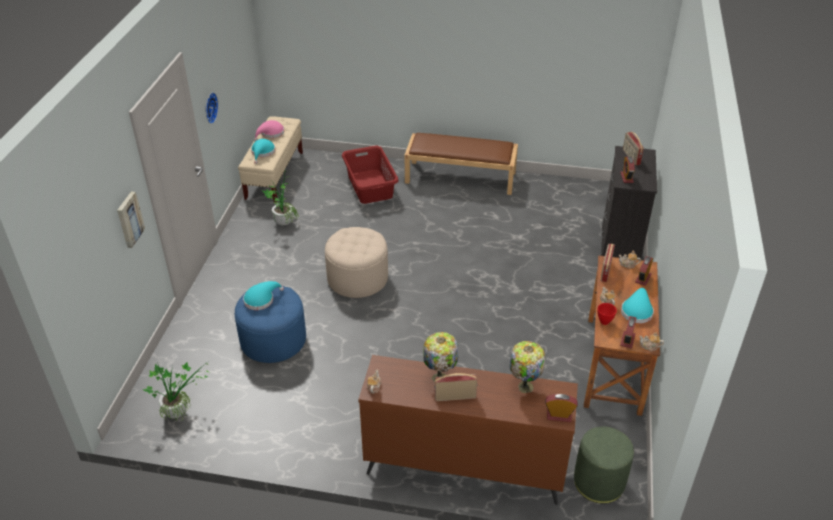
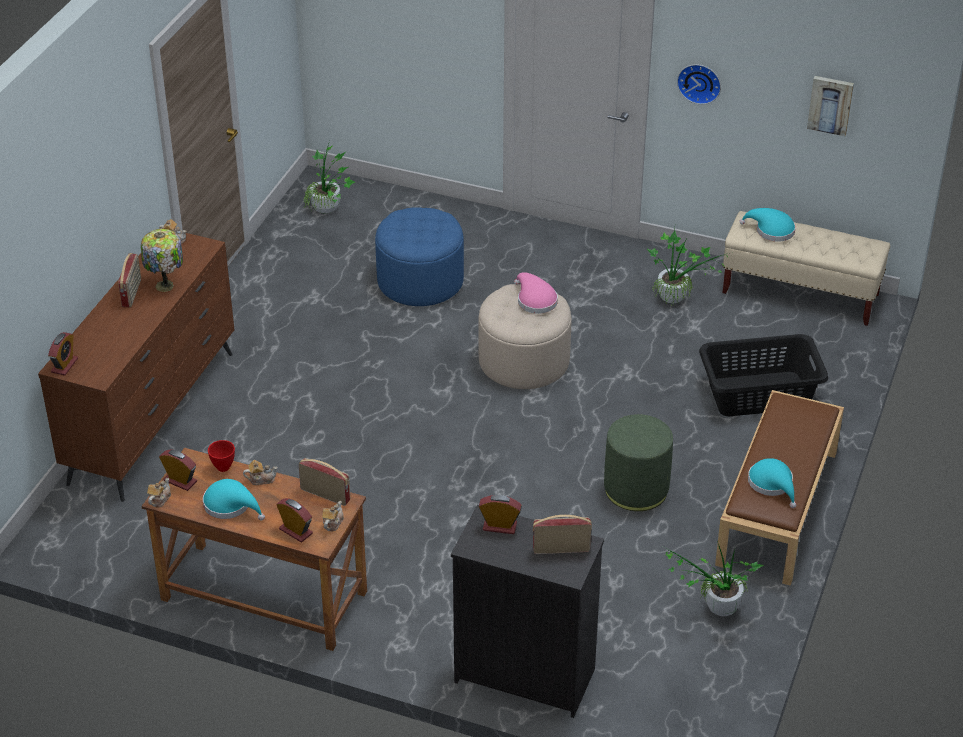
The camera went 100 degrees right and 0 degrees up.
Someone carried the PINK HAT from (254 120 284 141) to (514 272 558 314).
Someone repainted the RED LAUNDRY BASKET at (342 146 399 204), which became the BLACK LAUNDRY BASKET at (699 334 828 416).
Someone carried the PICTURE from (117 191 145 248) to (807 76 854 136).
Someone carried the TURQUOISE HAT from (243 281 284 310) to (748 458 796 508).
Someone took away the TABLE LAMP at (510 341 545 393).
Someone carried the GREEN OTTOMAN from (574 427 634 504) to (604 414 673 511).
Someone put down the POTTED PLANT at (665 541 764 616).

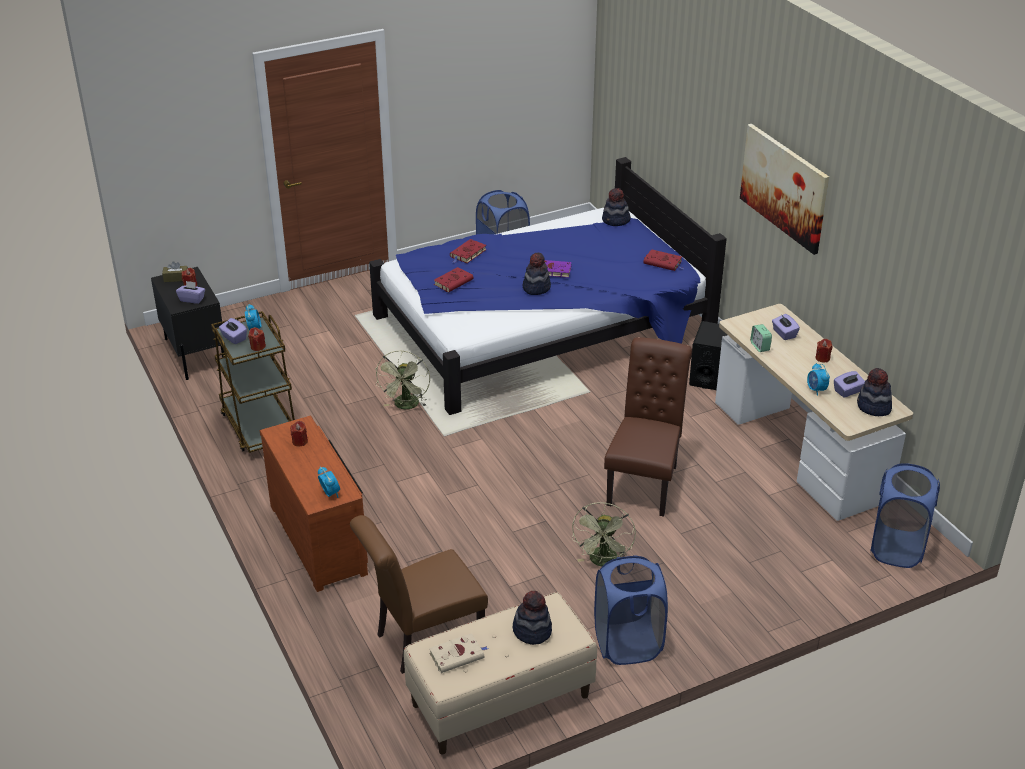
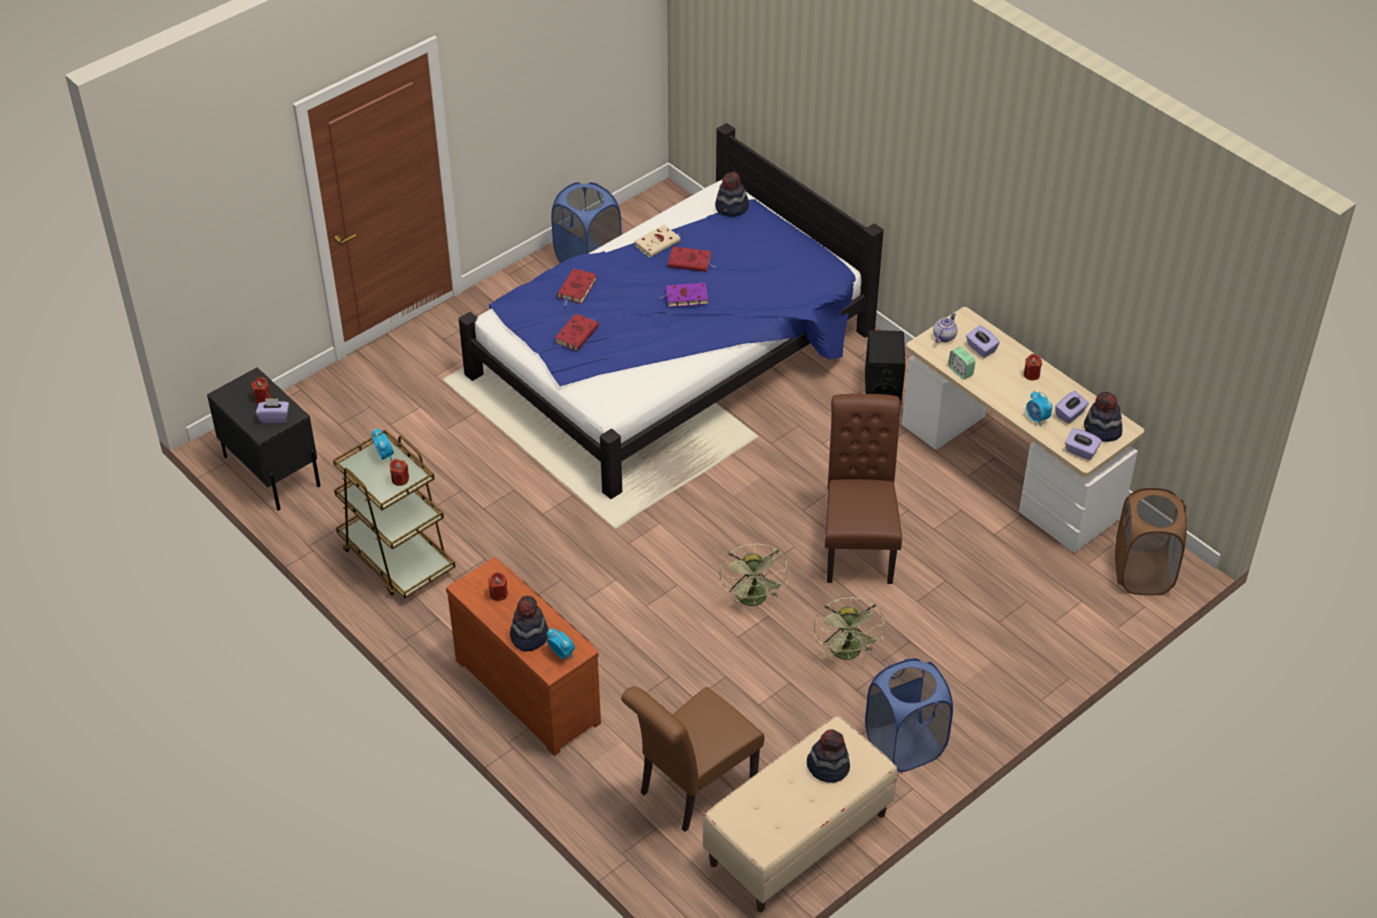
The camera went 15 degrees left and 10 degrees up.
Someone took away the PICTURE at (740 124 829 255).
Someone carried the RED BOOK from (643 249 684 271) to (668 247 716 272).
Someone carried the HAT from (523 253 551 295) to (510 596 548 652).
Someone took away the BROWN TISSUE BOX at (162 261 188 282).
Someone carried the PURPLE TISSUE BOX from (219 318 247 344) to (1065 428 1102 460).
Someone carried the GREEN FAN from (375 351 430 409) to (719 544 788 606).
Someone repainted the BLUE LAUNDRY BASKET at (870 463 940 568), which became the BROWN LAUNDRY BASKET at (1115 488 1187 595).
Someone carried the BEIGE BOOK from (429 633 488 673) to (634 225 681 258).
Someone put down the TEAPOT at (933 312 957 343).

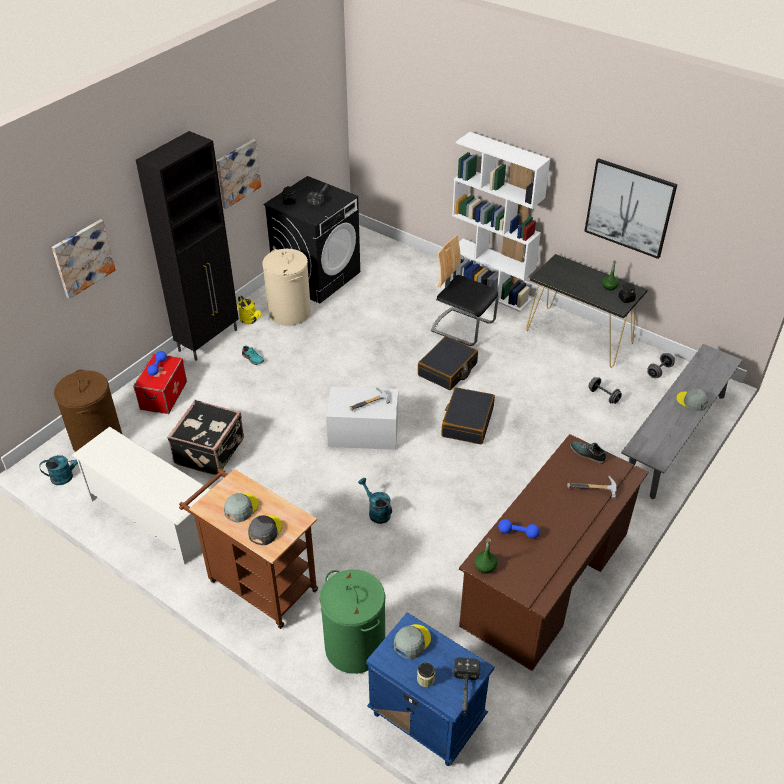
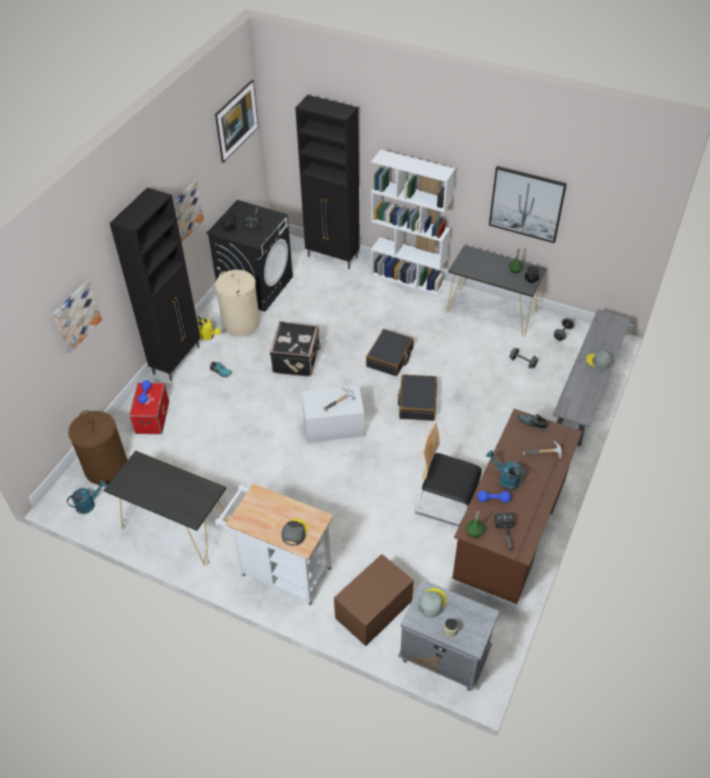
The camera went 10 degrees left and 5 degrees up.
Someone carried the CHAIR from (431 235 499 346) to (415 422 482 526).
Someone carried the BLACK SUITCASE from (167 400 244 475) to (270 321 321 377).
Someone swapped the WHITE SHOE RACK at (71 427 211 565) for the BLACK CONSOLE TABLE at (104 450 228 566).
Someone repainted the BROWN CART at (179 469 318 629), which became the WHITE CART at (215 484 334 606).
Someone carried the TURQUOISE WATERING CAN from (358 478 392 524) to (486 450 526 490).
Someone took away the GREY CAP at (224 493 259 522).
Someone swapped the GREEN LAUNDRY BASKET at (320 569 385 674) for the BROWN STORAGE BOX at (334 554 414 646).
Someone repainted the BLUE NIGHTSTAND at (366 612 494 766), which became the GREY NIGHTSTAND at (398 580 500 691).
Someone carried the HAMMER from (454 657 480 715) to (494 513 515 552).
Someone put up the PICTURE at (215 80 259 163).
Someone put down the BLACK CABINET at (295 95 360 269).

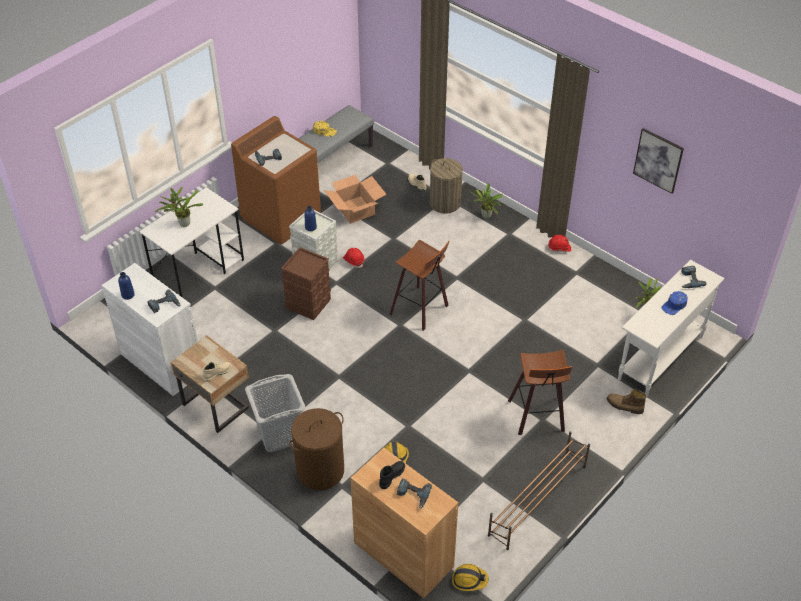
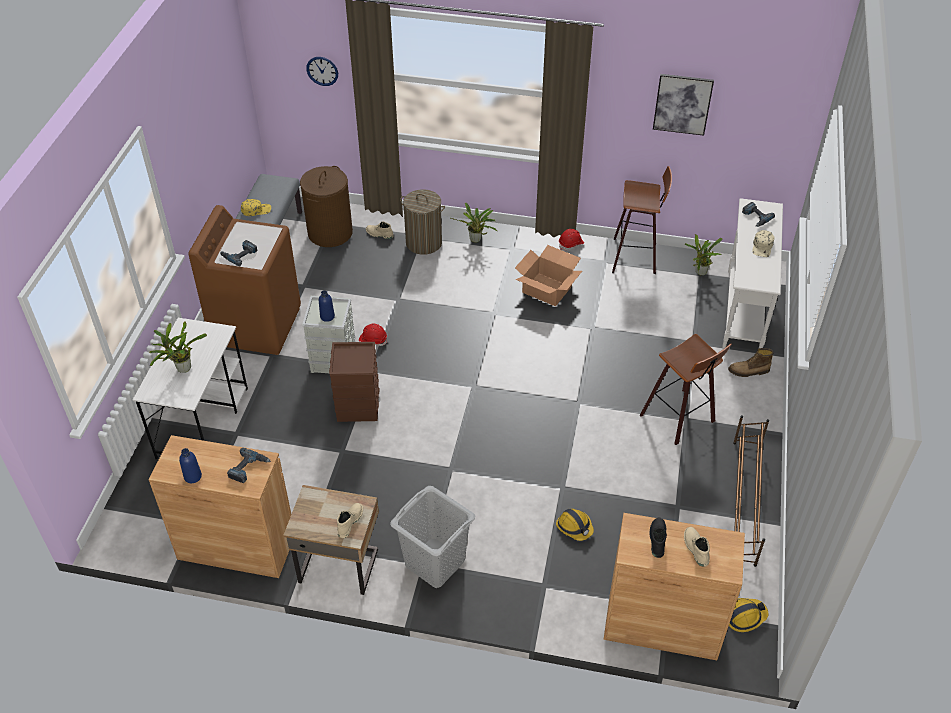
The camera went 30 degrees left and 0 degrees up.
Someone carried the CARDBOARD BOX from (325 175 387 224) to (515 245 582 306).
Someone carried the STOOL from (389 240 450 331) to (612 166 672 274).
Someone repainted the WHITE CABINET at (102 263 198 396), which became the BROWN CABINET at (149 435 291 578).
Someone repainted the BLUE CAP at (661 291 688 315), which became the BEIGE CAP at (752 230 775 257).
Someone carried the BROWN LAUNDRY BASKET from (289 408 344 490) to (300 166 353 247).
Someone swapped the POWER DRILL at (397 478 432 509) for the BEIGE BOOT at (684 527 710 567).
Someone put up the WALL CLOCK at (306 57 338 86).

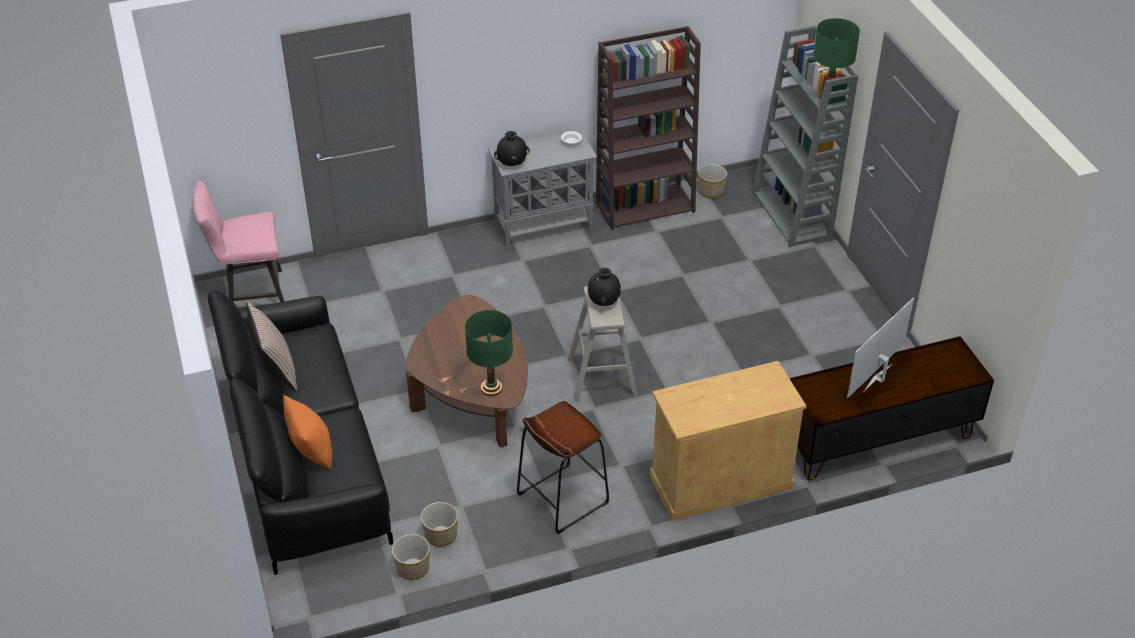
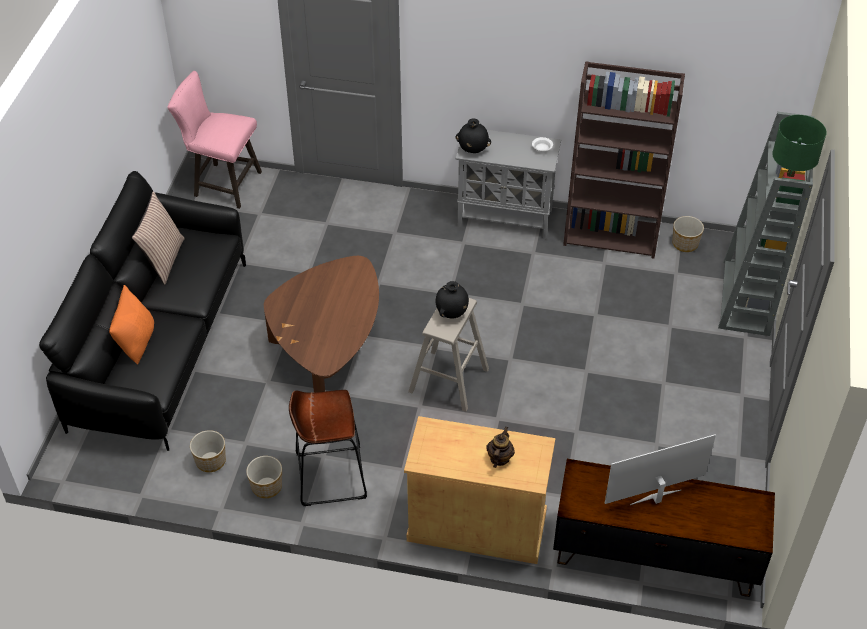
The camera went 30 degrees right and 5 degrees up.
Someone took away the GREEN TABLE LAMP at (465 310 513 396).
Someone carried the PLANTER from (392 534 430 580) to (246 456 282 498).
Someone put down the TEAPOT at (486 427 515 468).

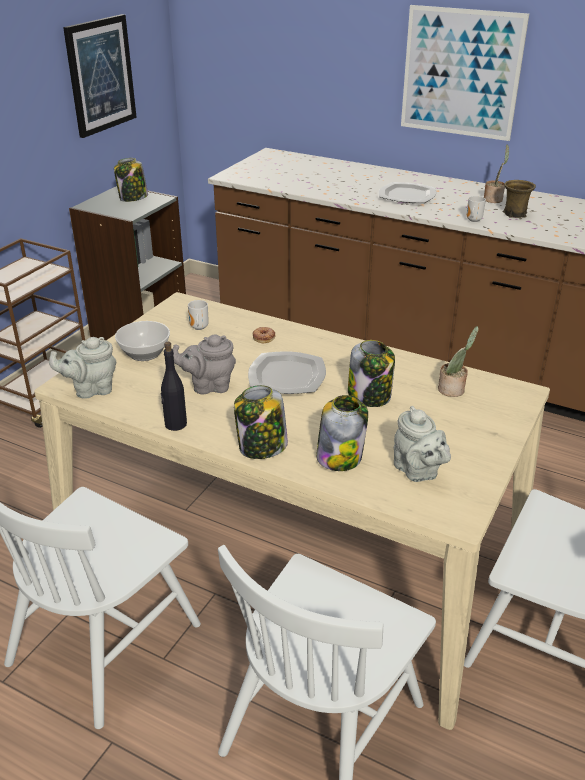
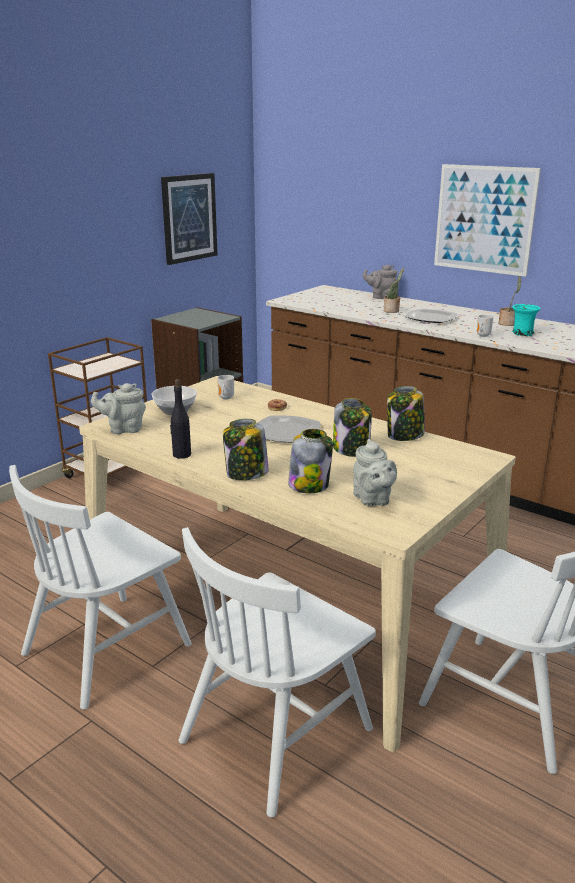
The camera went 10 degrees right and 10 degrees down.
Someone carried the JAR from (114 158 148 202) to (387 386 424 441).
Someone repainted the BROWN MUG at (503 180 536 218), which became the TURQUOISE MUG at (512 304 540 336).
Someone carried the POTTED PLANT from (438 326 479 397) to (384 267 404 313).
Someone carried the GREY TEAPOT from (173 334 236 395) to (363 264 397 299).

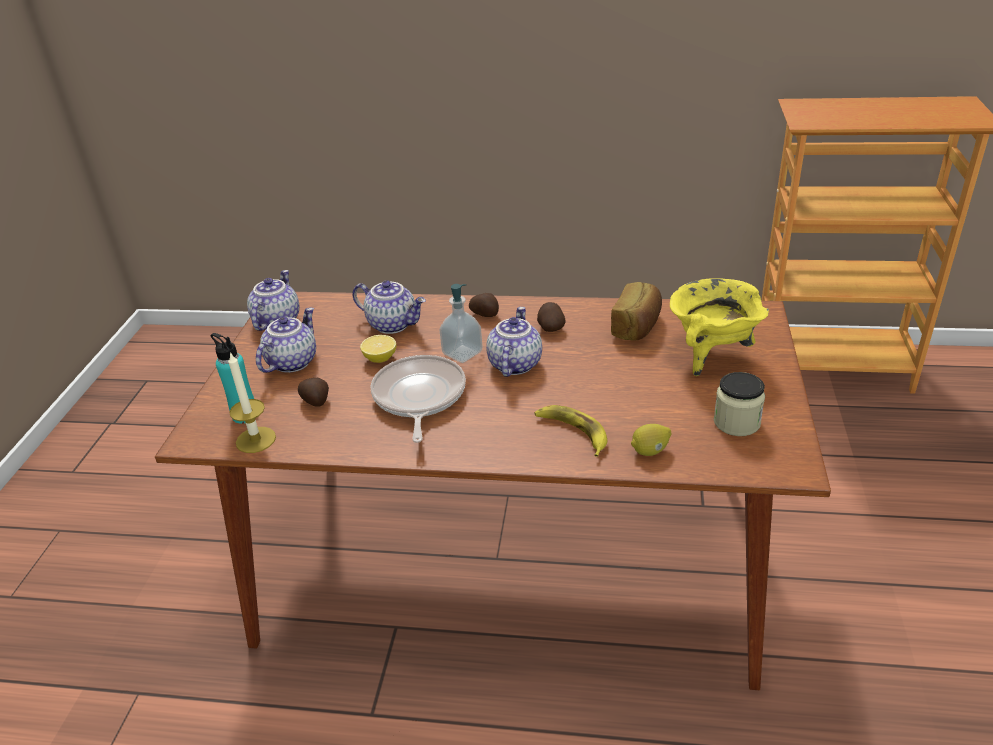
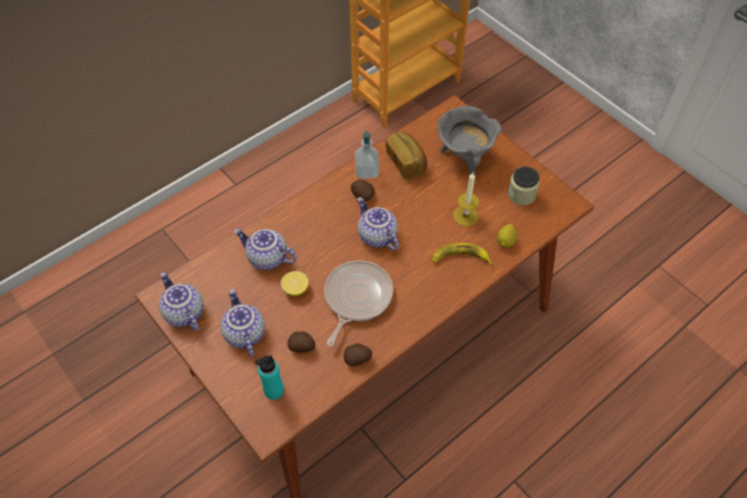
The camera went 50 degrees left and 20 degrees up.
Someone repainted the YELLOW COOKING POT at (670 278 769 376), which became the GREY COOKING POT at (437 106 501 175).
Someone rotated the TEAPOT at (352 280 426 334) by 135 degrees counterclockwise.
Someone carried the SOAP DISPENSER from (439 284 482 363) to (355 130 379 179).
Someone carried the POTATO from (469 293 499 317) to (344 343 372 366).
Someone carried the CANDLE from (228 352 276 453) to (453 173 479 226).
Someone rotated the FRYING PAN at (370 355 466 443) by 75 degrees clockwise.

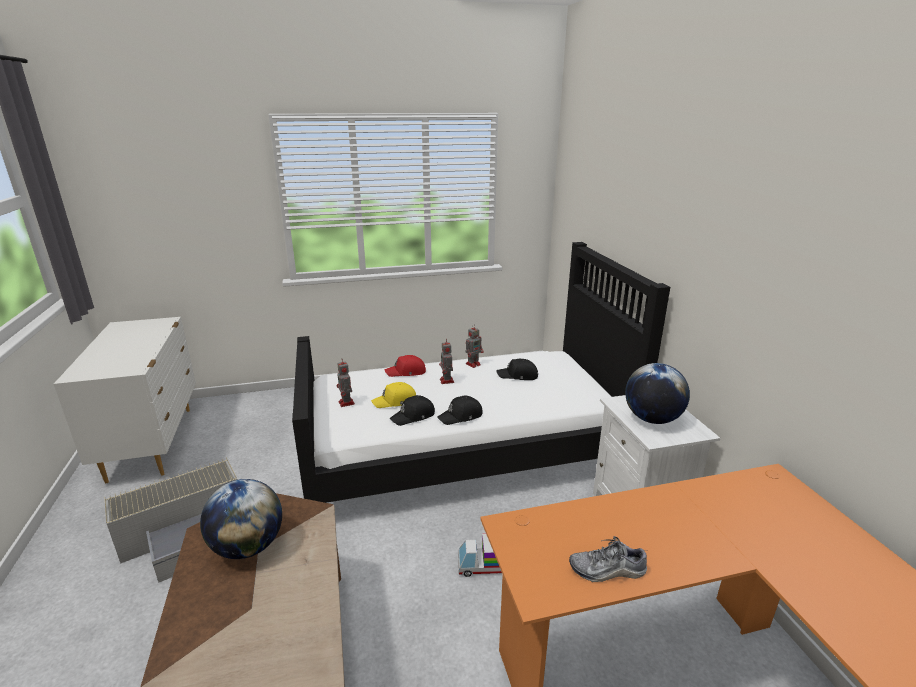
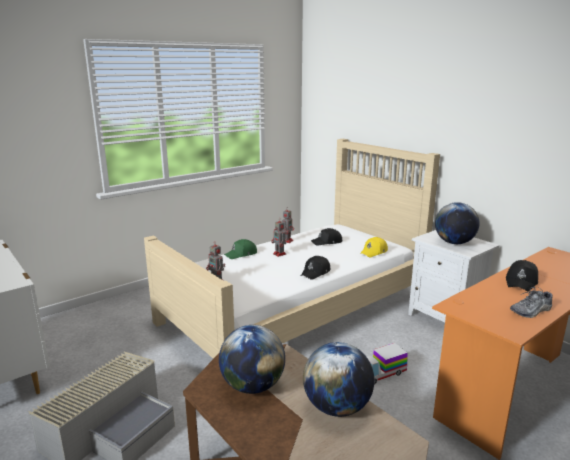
The camera went 25 degrees left and 5 degrees down.
Someone repainted the BLACK BED at (292 242 670 503), which became the BEIGE BED at (144 139 440 359).
Someone repainted the RED CAP at (384 355 426 377), which became the GREEN CAP at (224 239 257 259).
Someone carried the YELLOW CAP from (371 382 416 408) to (360 237 388 257).
Someone carried the BLACK CAP from (390 395 435 426) to (506 260 538 291).
Someone put down the GLOBE at (303 342 374 417).

